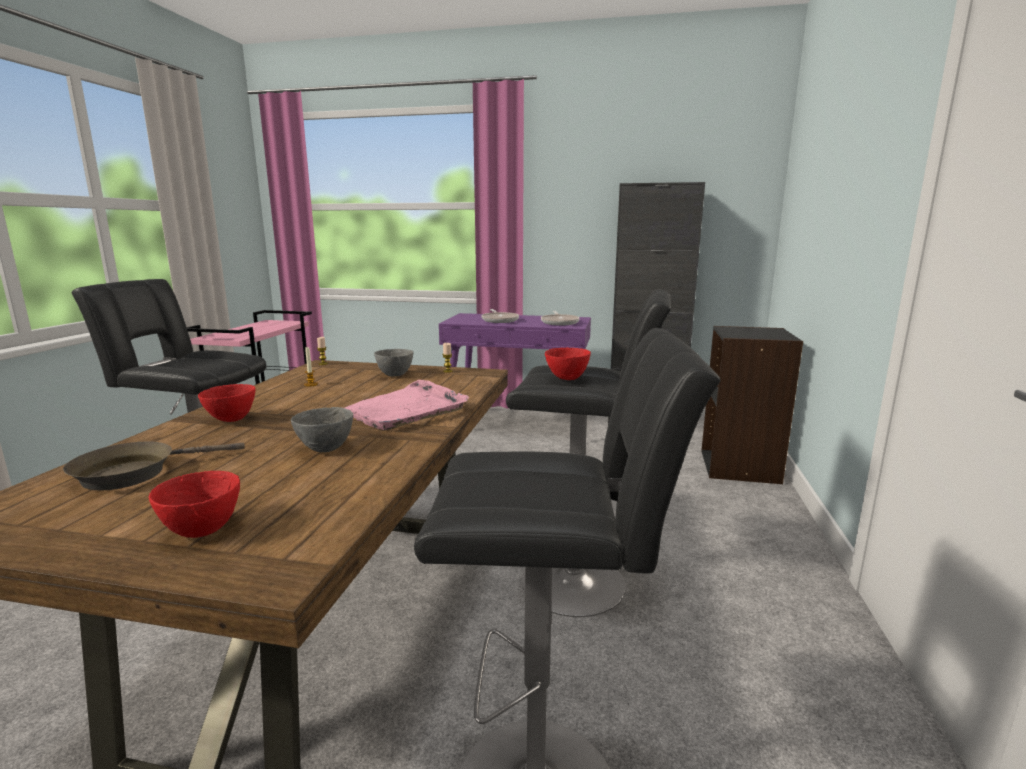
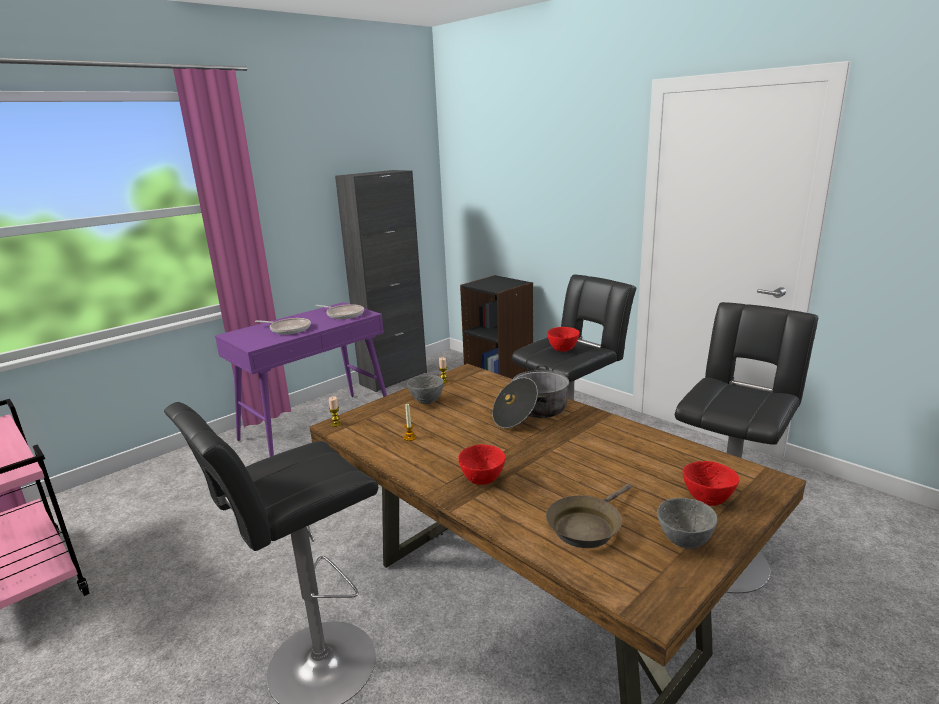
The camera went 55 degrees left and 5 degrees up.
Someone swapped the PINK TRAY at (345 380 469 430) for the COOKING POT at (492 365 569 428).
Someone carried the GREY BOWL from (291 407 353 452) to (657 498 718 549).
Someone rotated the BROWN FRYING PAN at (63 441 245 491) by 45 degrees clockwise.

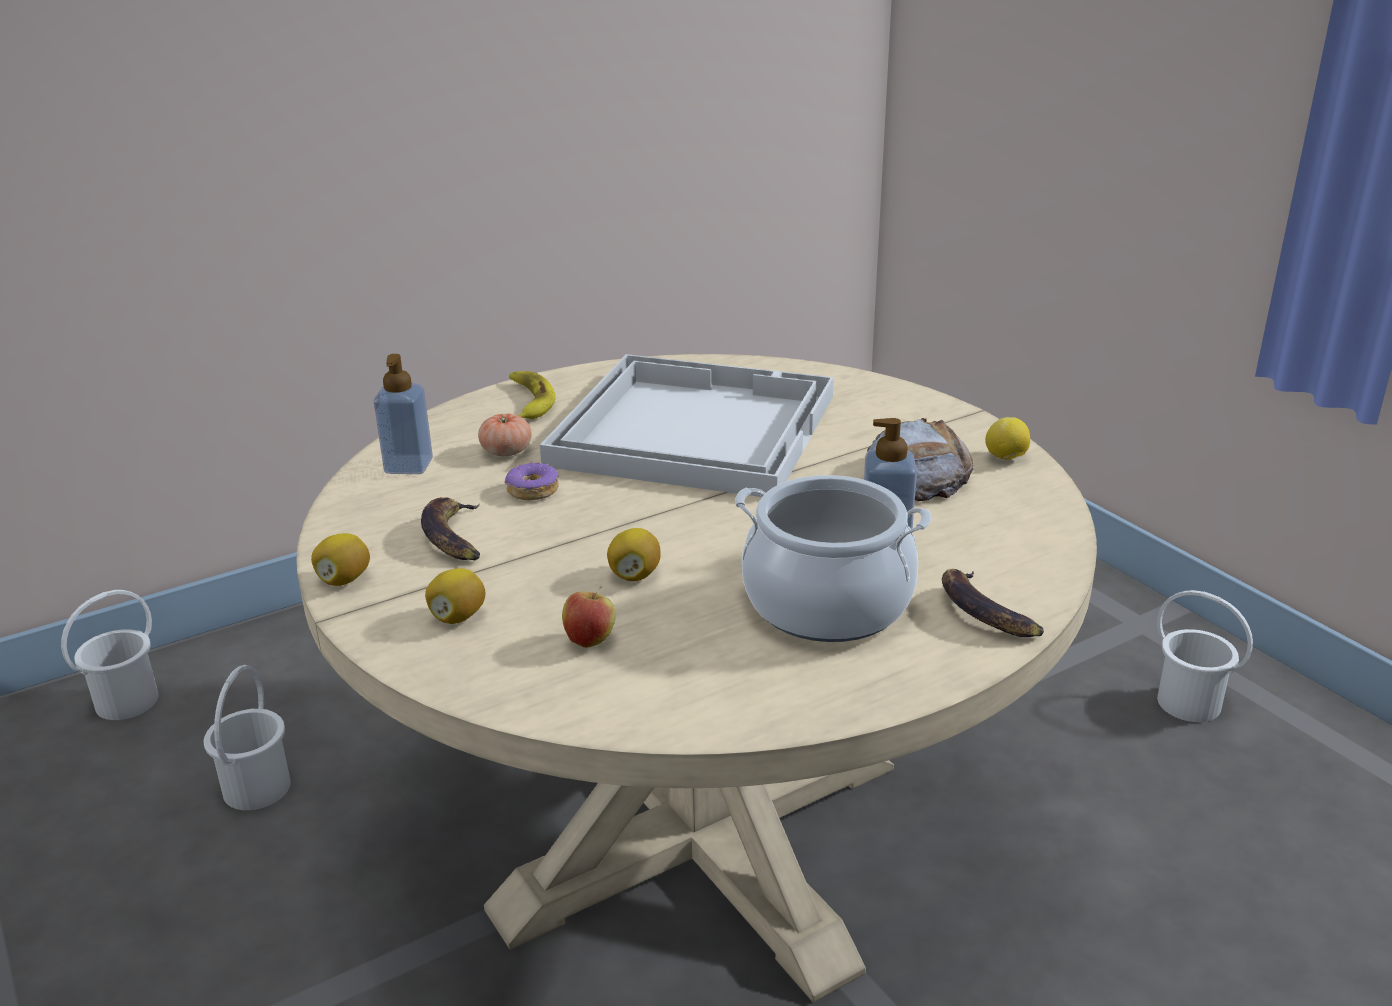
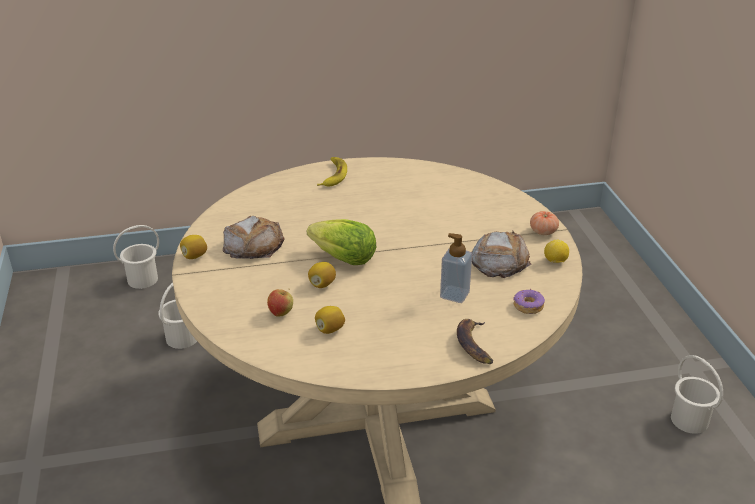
The camera went 20 degrees right and 5 degrees up.
Someone took away the SOAP DISPENSER at (374 354 433 474).
Someone took away the WHITE TRAY at (540 354 834 497).
Someone carried the TOMATO from (478 414 531 456) to (530 211 559 235).
Someone carried the DONUT from (505 461 559 500) to (513 289 545 314).
Someone took away the COOKING POT at (735 475 931 642).
Someone swapped the BANANA at (421 497 480 560) for the BREAD at (223 216 285 259).
Someone carried the LEMON from (425 568 485 624) to (315 306 345 334).
Someone put down the LETTUCE at (307 219 376 265).

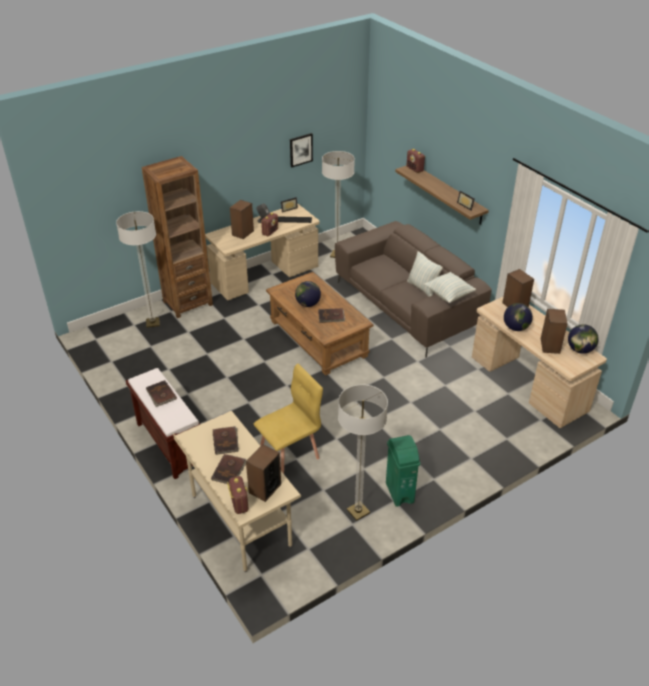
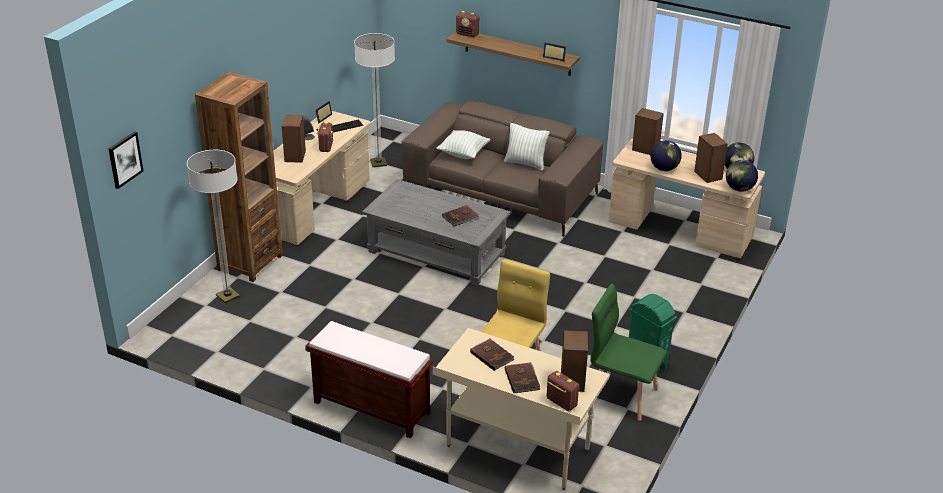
The camera went 30 degrees left and 5 degrees down.
Someone carried the PICTURE from (290 133 313 167) to (109 131 143 189).
Someone repainted the BROWN COFFEE TABLE at (266 272 374 376), which became the GREY COFFEE TABLE at (362 179 511 286).
Someone carried the PILLOW from (424 272 476 303) to (436 130 490 159).
Someone carried the GLOBE from (295 281 321 307) to (726 160 758 192).
Someone took away the BROWN BOOK at (146 380 177 407).
Someone swapped the FLOOR LAMP at (338 384 388 521) for the GREEN CHAIR at (590 284 667 421).

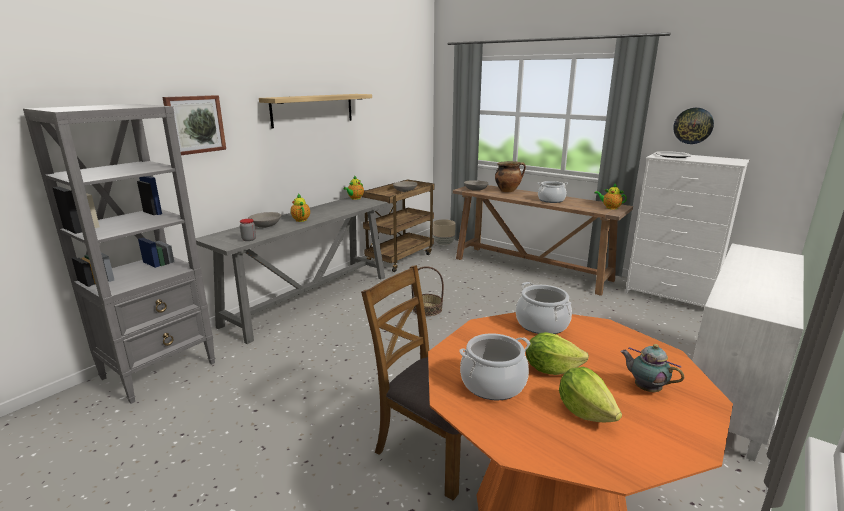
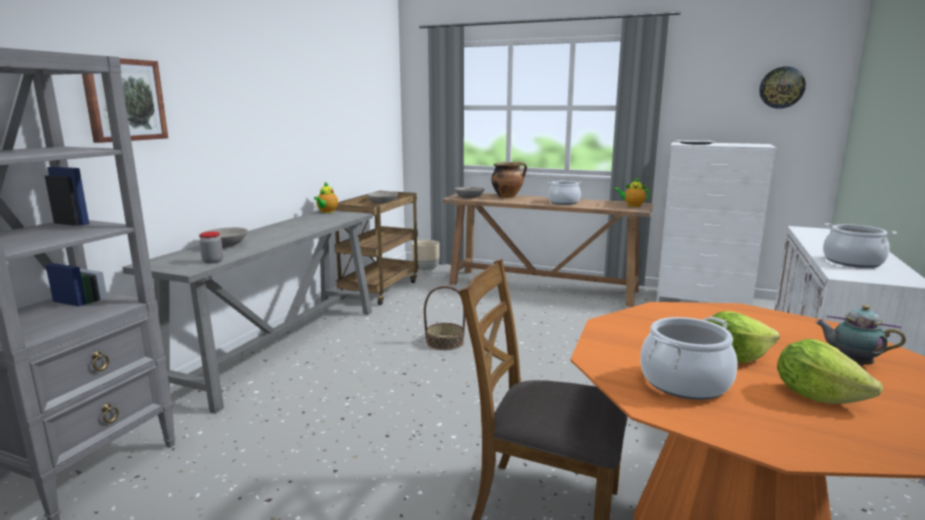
The camera went 15 degrees left and 5 degrees down.
Someone took away the SHELF at (259 94 372 129).
Someone carried the WALL CLOCK from (673 108 714 144) to (759 67 806 109).
Someone took away the TEAPOT at (290 194 310 222).
Someone carried the COOKING POT from (516 282 572 334) to (823 223 897 268).

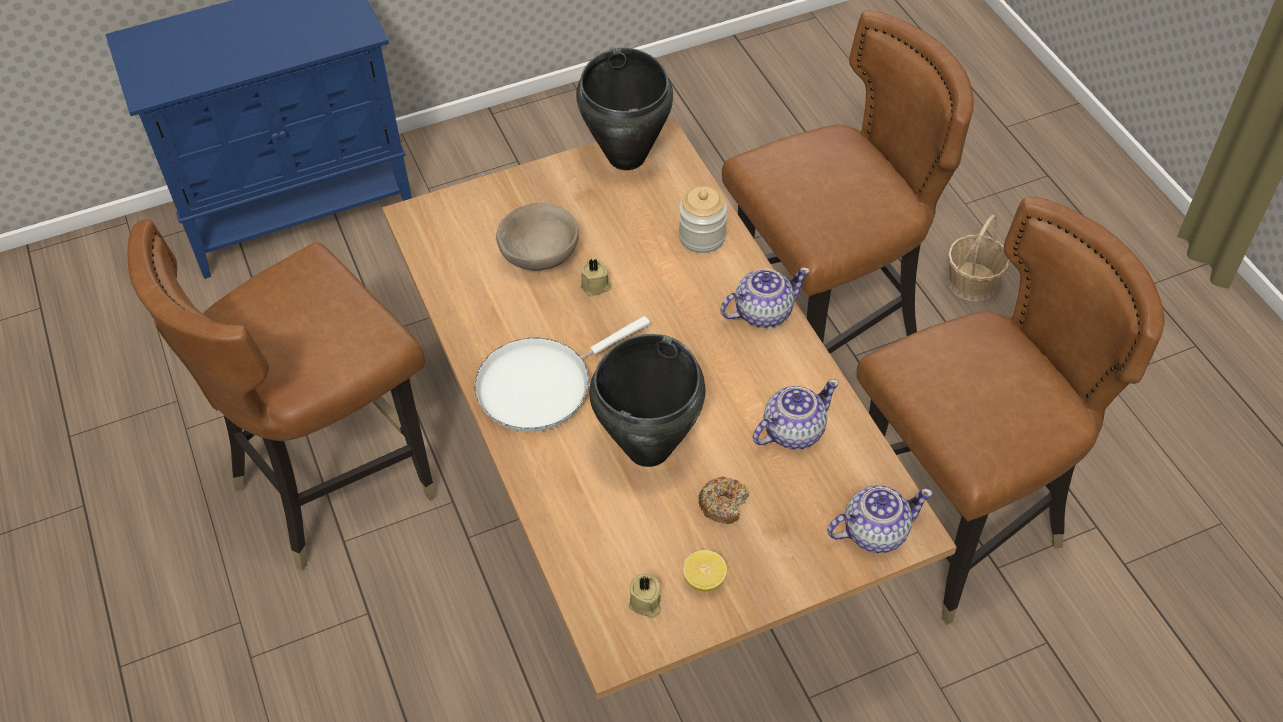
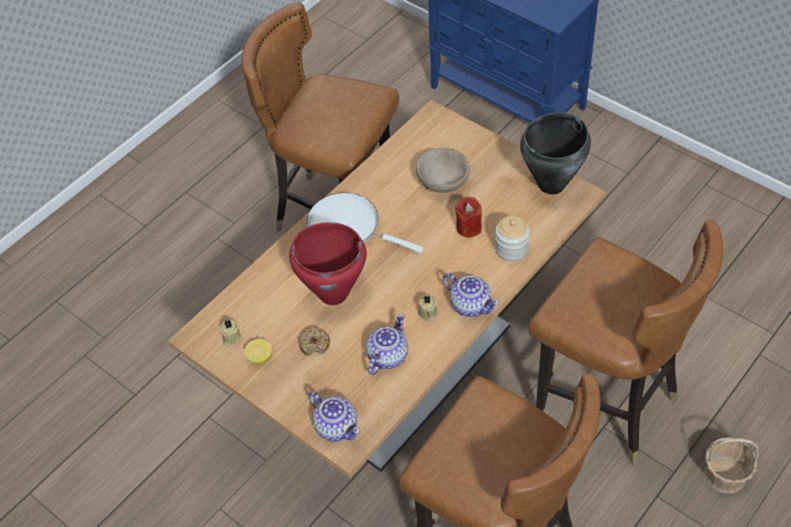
The camera went 65 degrees right and 0 degrees up.
Someone carried the BEIGE CANDLE from (580 259 612 297) to (418 295 438 322).
Someone repainted the BLACK COOKING POT at (589 334 705 467), which became the RED COOKING POT at (289 222 367 305).
Someone rotated the TEAPOT at (753 379 839 449) by 90 degrees counterclockwise.
Someone put down the RED CANDLE at (455 197 482 238).

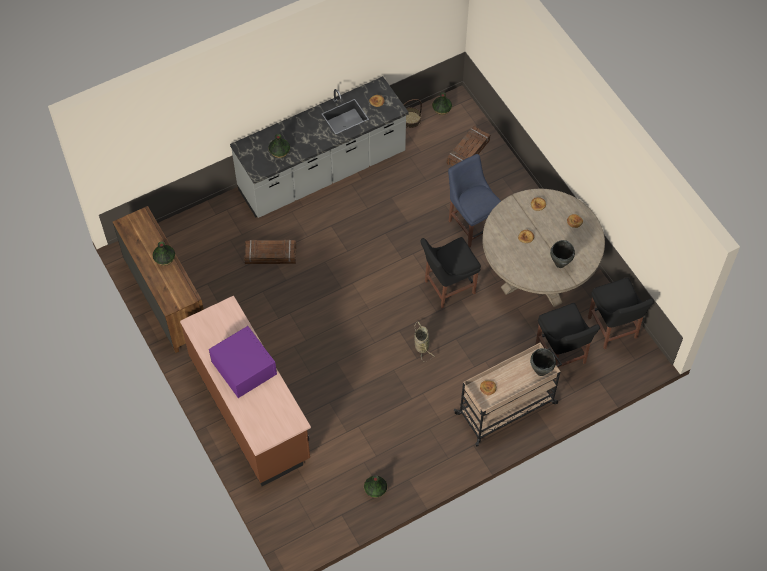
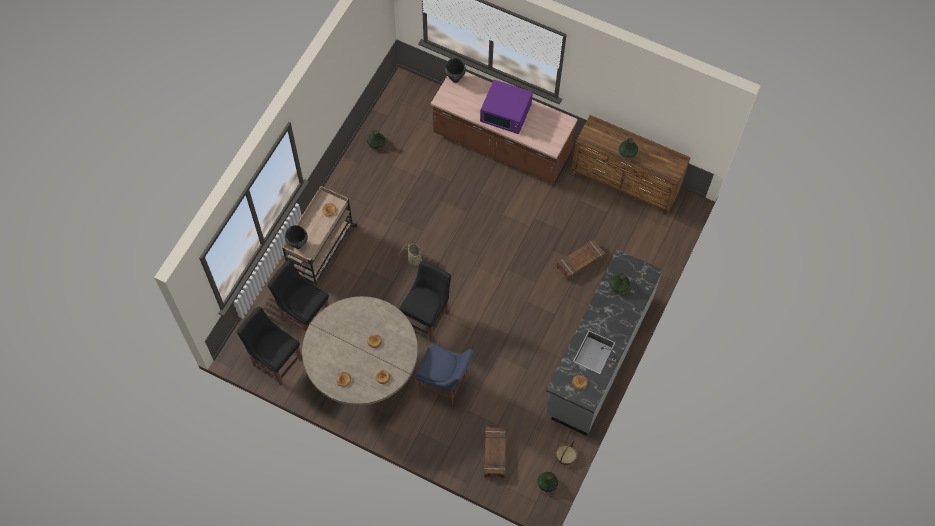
The camera went 145 degrees right and 5 degrees up.
Someone carried the BLACK COOKING POT from (550 240 575 268) to (445 58 466 83).

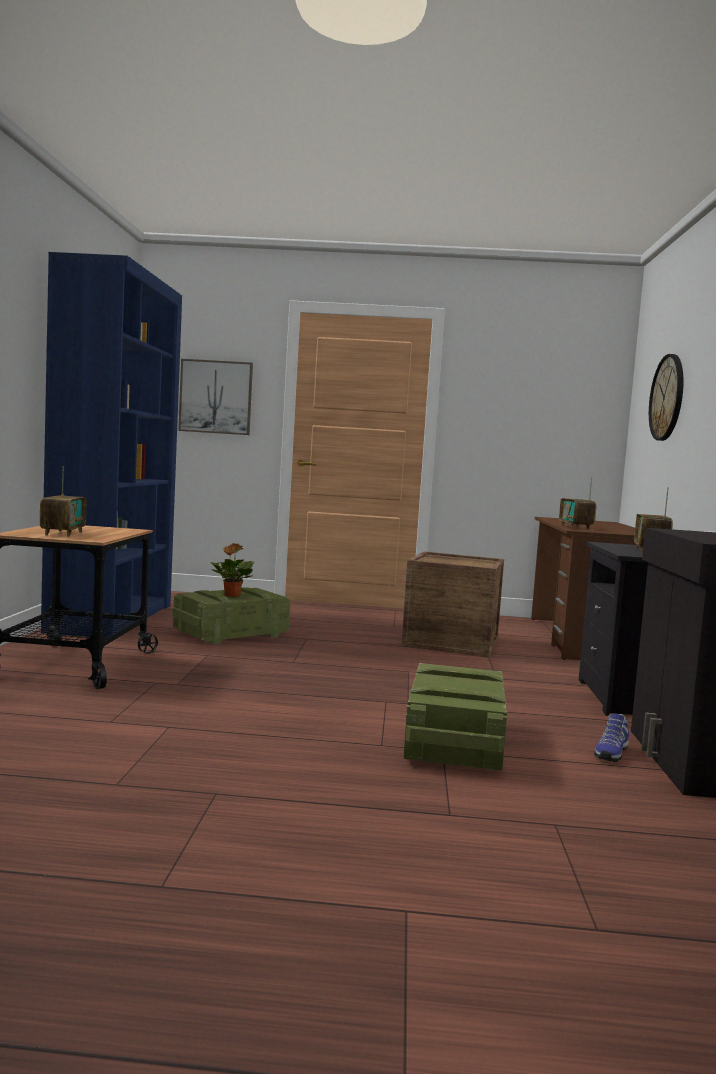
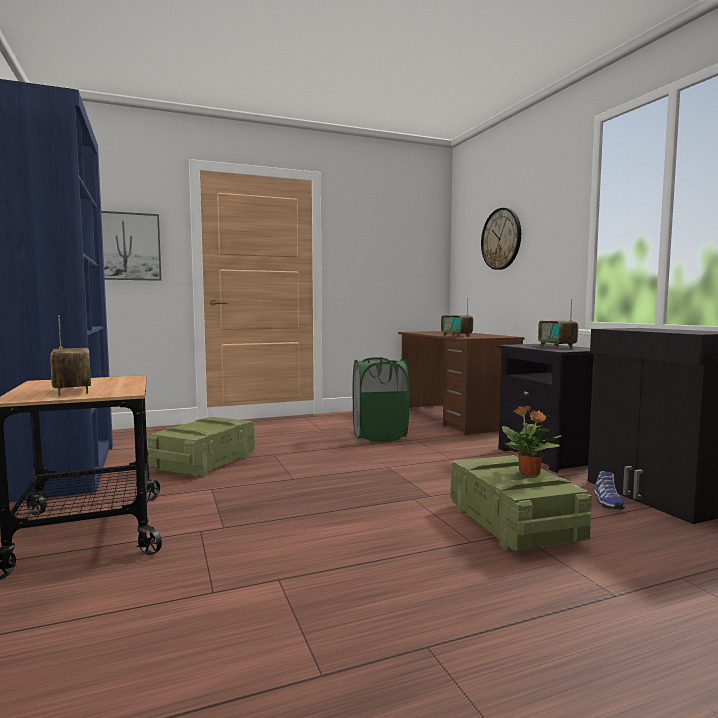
The camera went 25 degrees left and 0 degrees up.
Someone carried the POTTED PLANT from (210 544 254 597) to (502 406 563 476).
Someone swapped the CRATE at (401 551 504 658) for the GREEN LAUNDRY BASKET at (353 357 409 442).

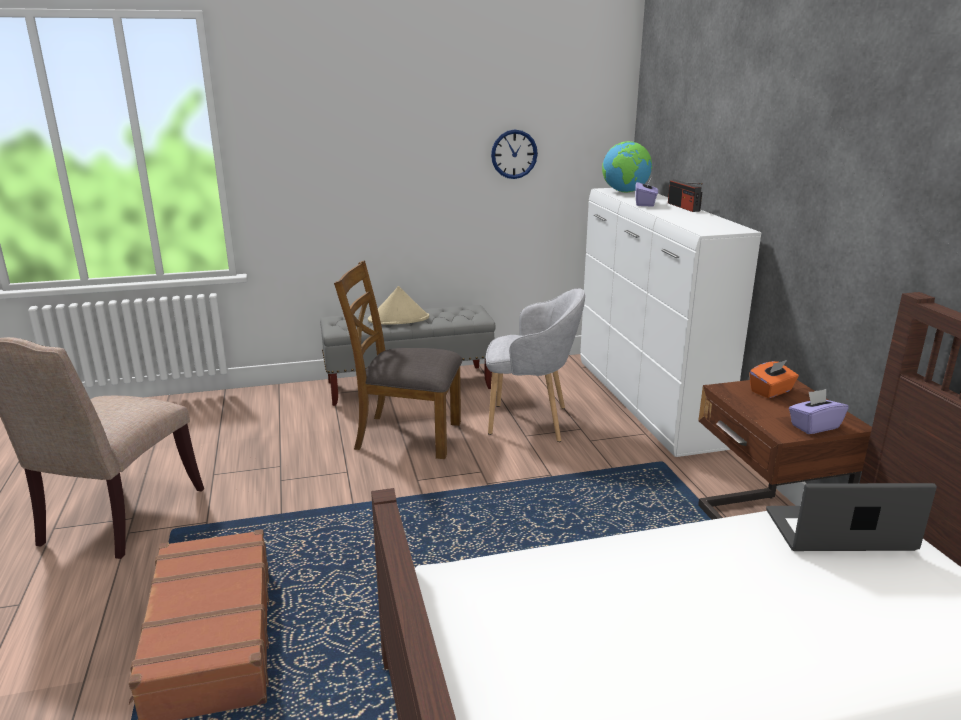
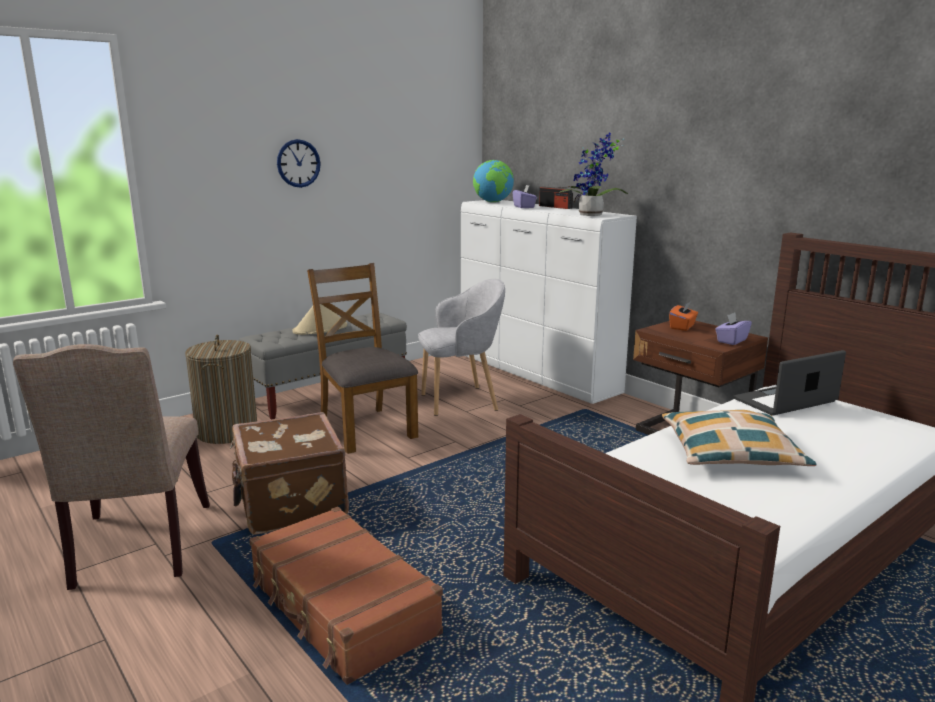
The camera went 25 degrees left and 5 degrees down.
Someone carried the WALL CLOCK from (491 129 538 179) to (277 139 321 188).
Someone rotated the BROWN CHAIR at (334 260 462 459) by 75 degrees clockwise.
Someone put down the POTTED PLANT at (559 132 628 216).
Someone put down the LAUNDRY BASKET at (185 334 257 444).
Someone put down the PILLOW at (662 410 817 466).
Someone put down the BROWN SUITCASE at (230 412 349 535).

